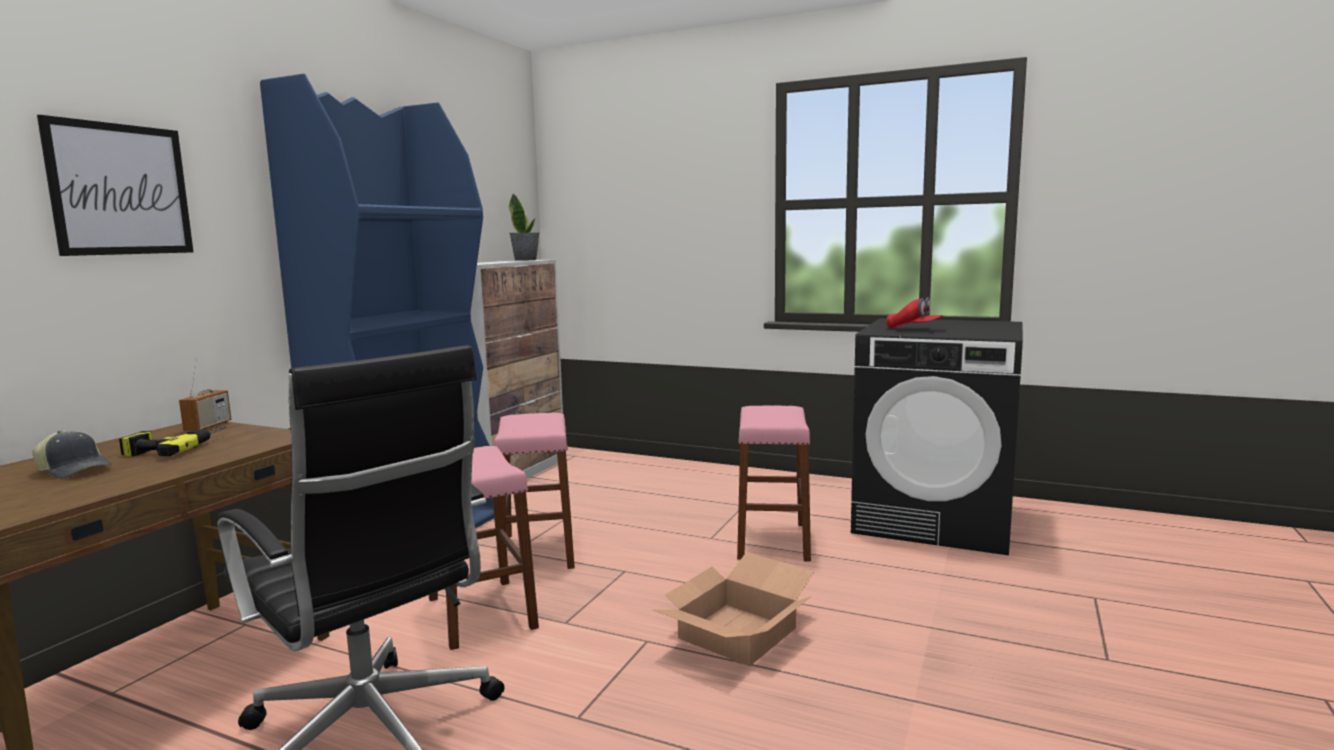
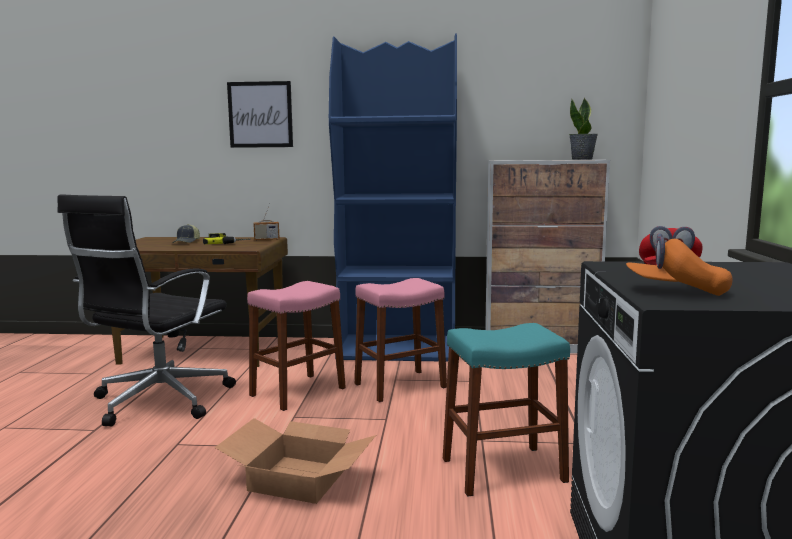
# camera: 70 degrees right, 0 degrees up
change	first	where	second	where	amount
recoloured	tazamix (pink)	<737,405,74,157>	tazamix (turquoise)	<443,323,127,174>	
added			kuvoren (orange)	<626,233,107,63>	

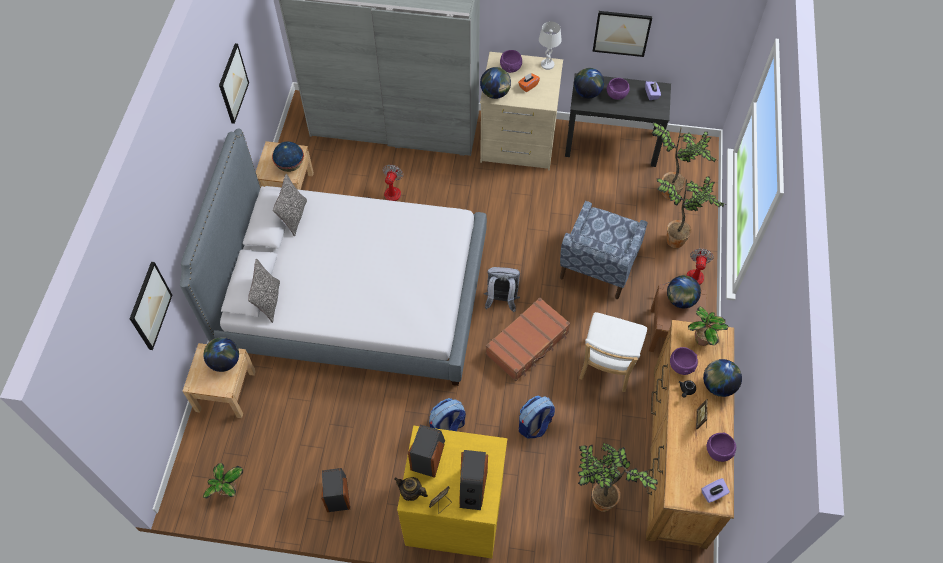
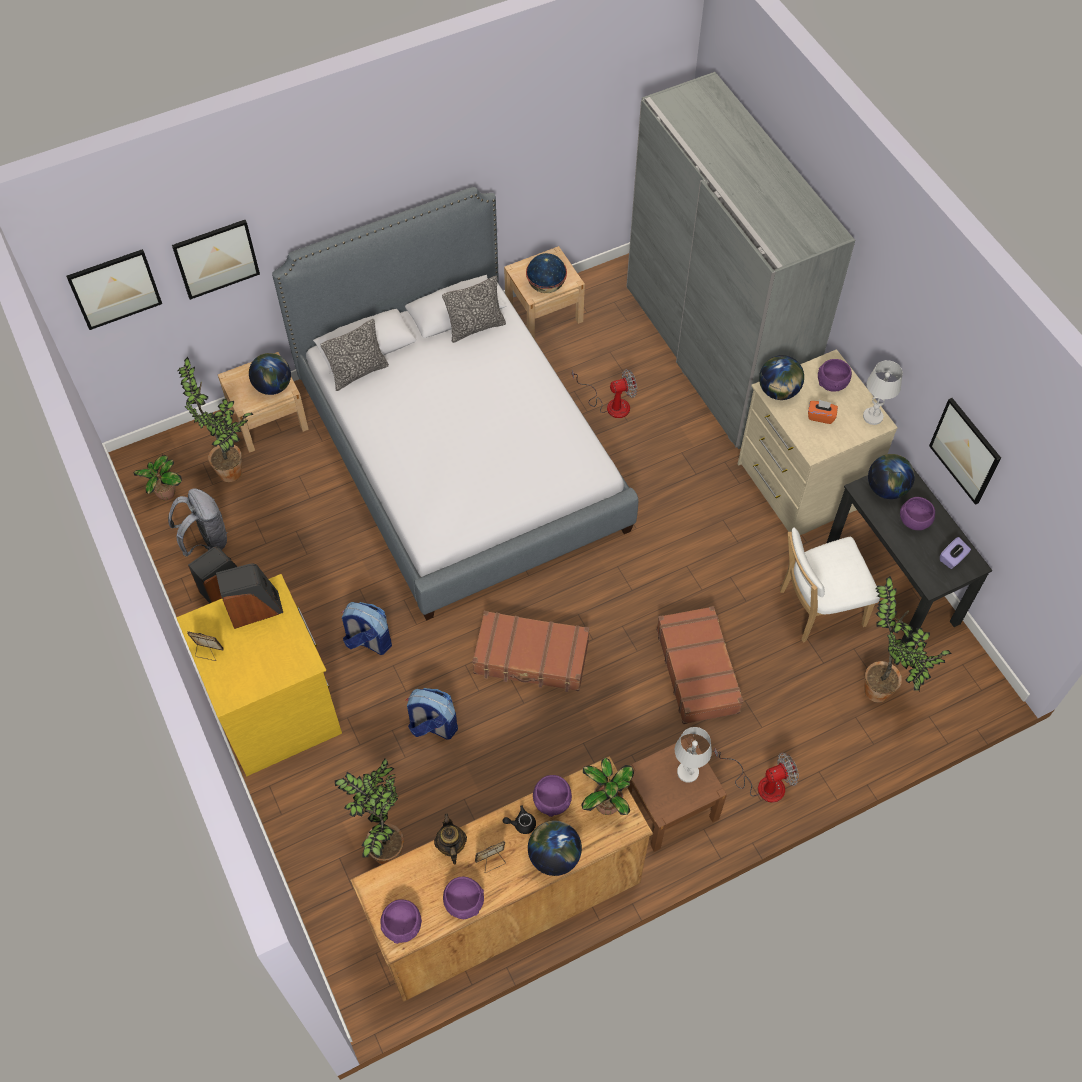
# camera: 55 degrees right, 0 degrees up
change	first	where	second	where	amount
moved	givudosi	<219,43,30,81>		<66,249,96,81>	
moved	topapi	<394,477,34,24>		<434,813,33,52>	
removed	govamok	<459,450,29,60>			
moved	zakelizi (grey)	<484,267,36,45>		<168,488,59,69>	
replaced	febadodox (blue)	<560,201,88,98>	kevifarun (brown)	<656,606,88,118>	
moved	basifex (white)	<579,312,68,80>		<780,528,100,114>	
moved	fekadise	<657,176,67,72>		<178,357,75,125>	
replaced	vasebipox	<667,275,34,33>	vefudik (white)	<675,727,37,56>	
replaced	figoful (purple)	<702,478,28,25>	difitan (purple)	<380,899,42,45>	

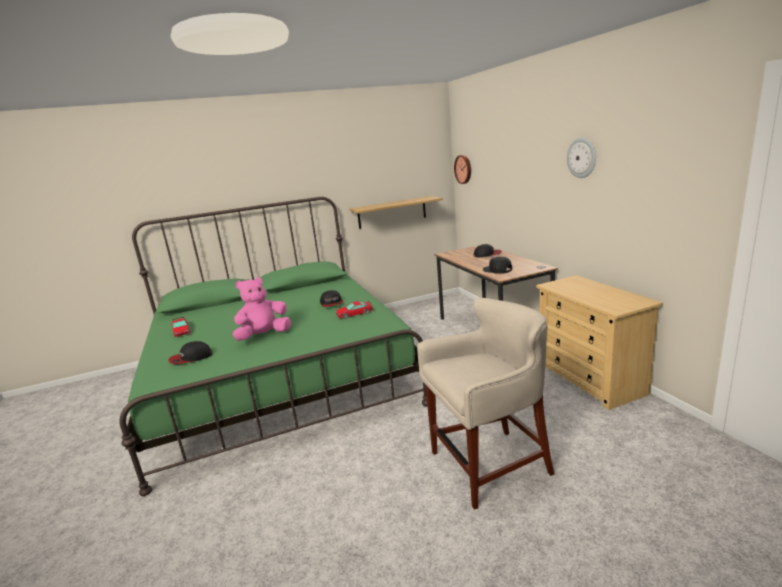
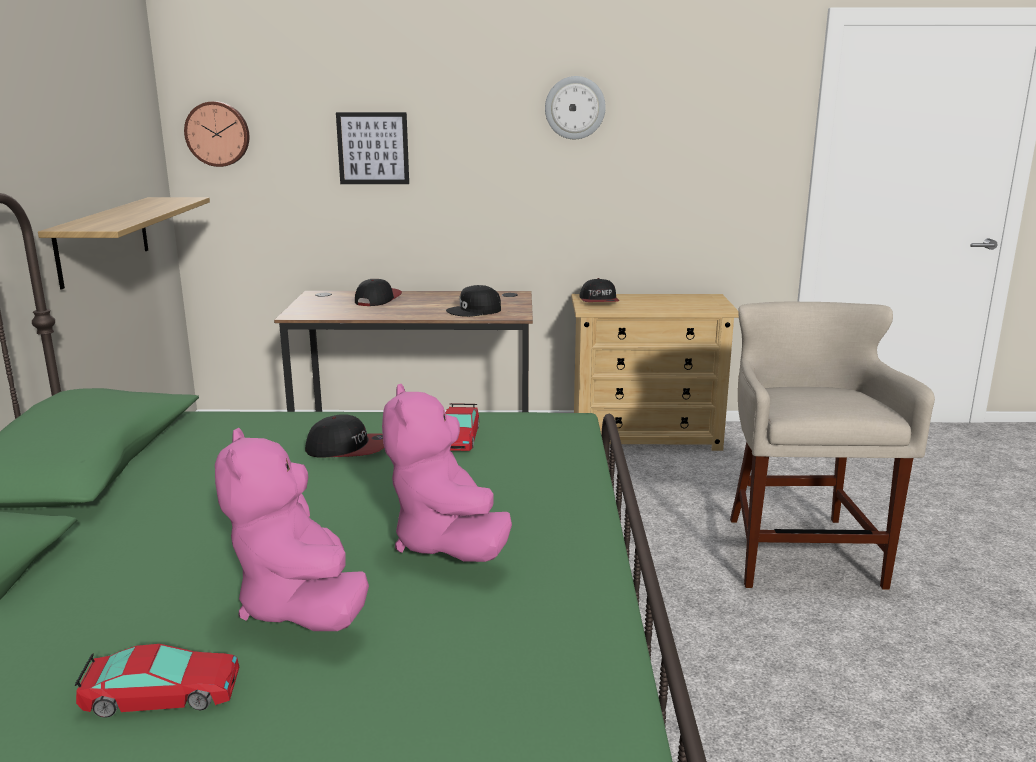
# camera: 70 degrees left, 0 degrees up
change	first	where	second	where	amount
moved	kuvoren	<168,341,45,23>		<579,278,40,24>	
added			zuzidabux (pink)	<215,428,154,203>	
added			givudosi	<336,112,73,72>	

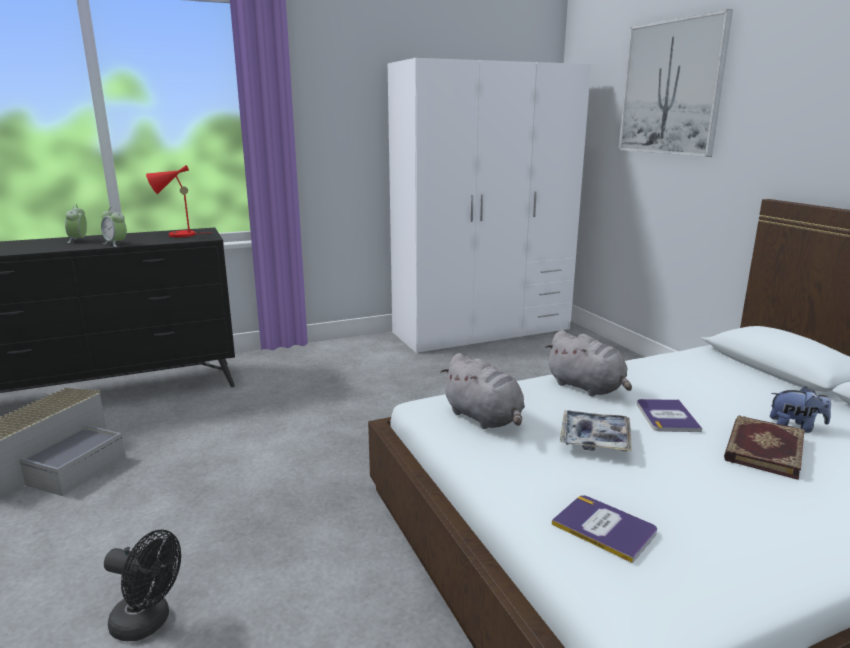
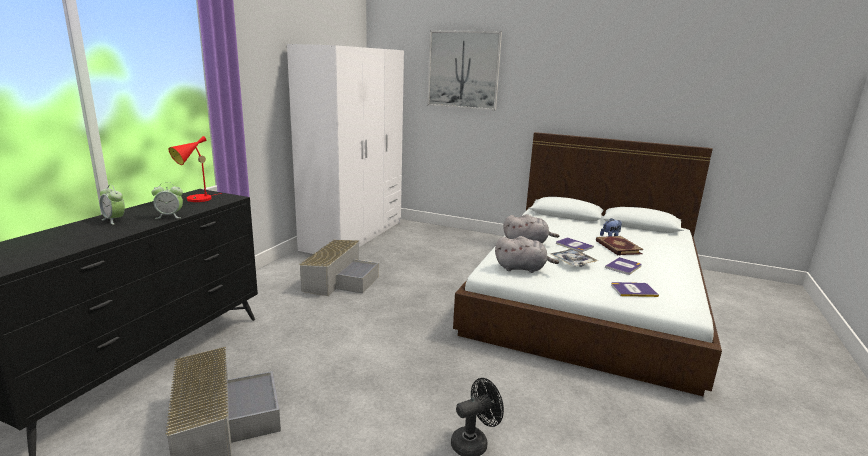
# camera: 45 degrees left, 0 degrees up
change	first	where	second	where	amount
added			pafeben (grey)	<299,240,80,56>	
added			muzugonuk	<605,257,37,18>	

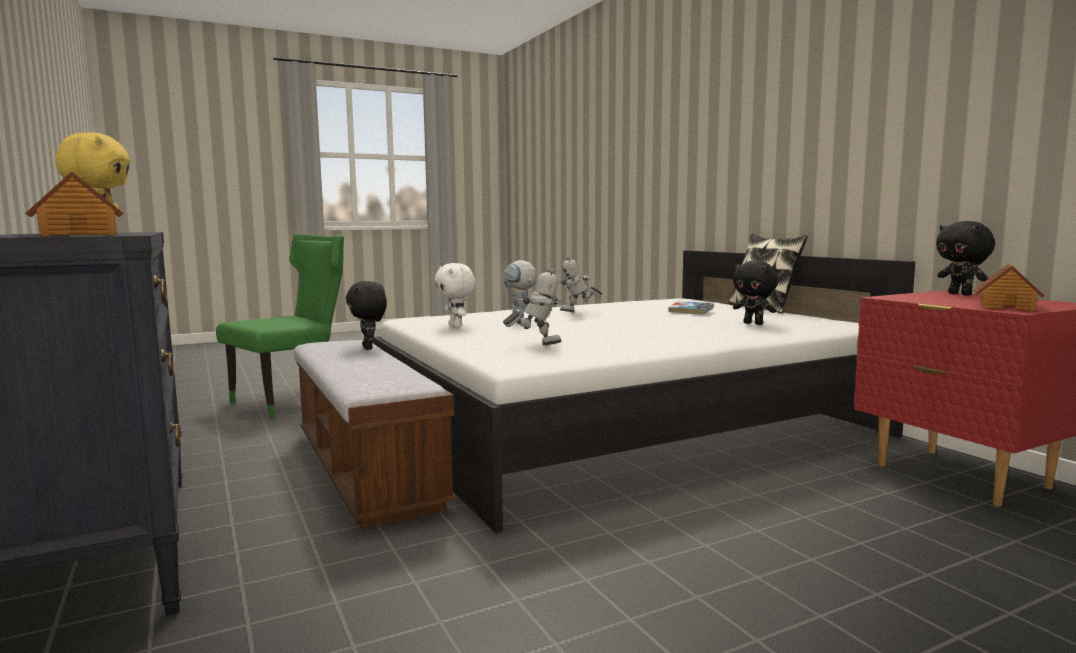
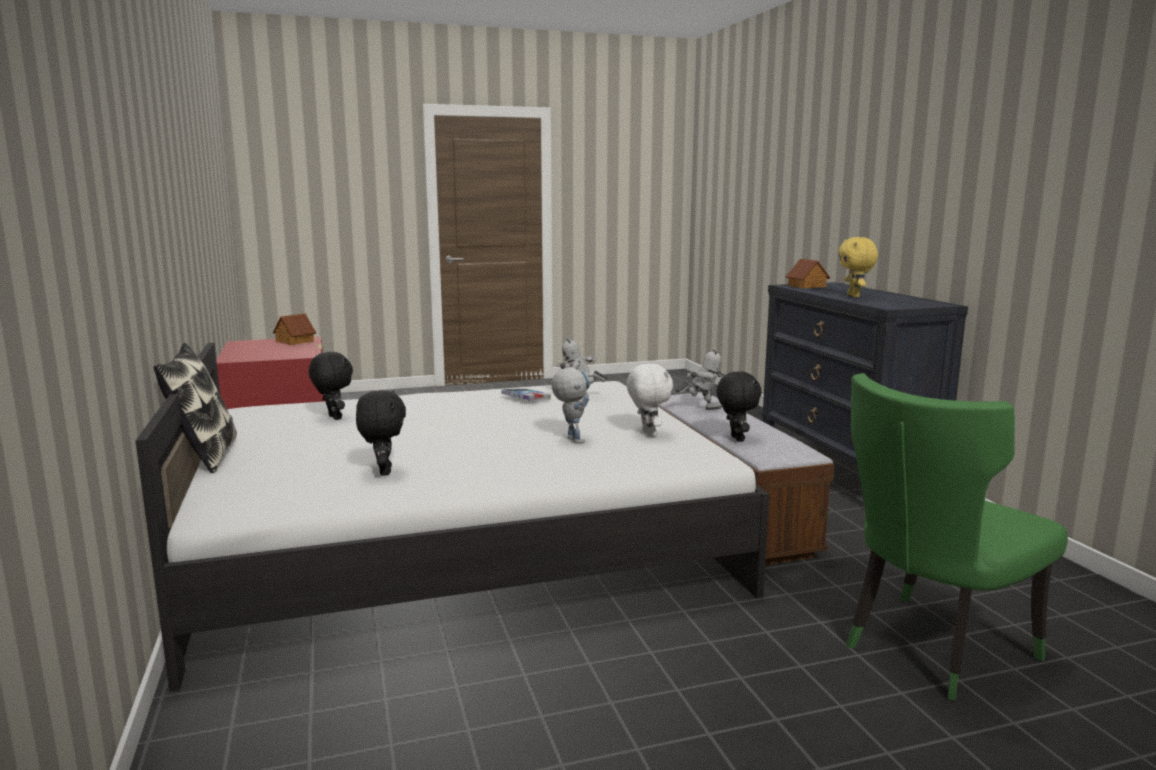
# camera: 170 degrees left, 5 degrees up
change	first	where	second	where	amount
moved	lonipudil	<558,257,44,55>		<675,348,50,62>	
moved	muzugonuk	<668,301,46,14>		<501,389,50,11>	
moved	zuzidabux (black)	<936,221,59,74>		<356,390,50,86>	

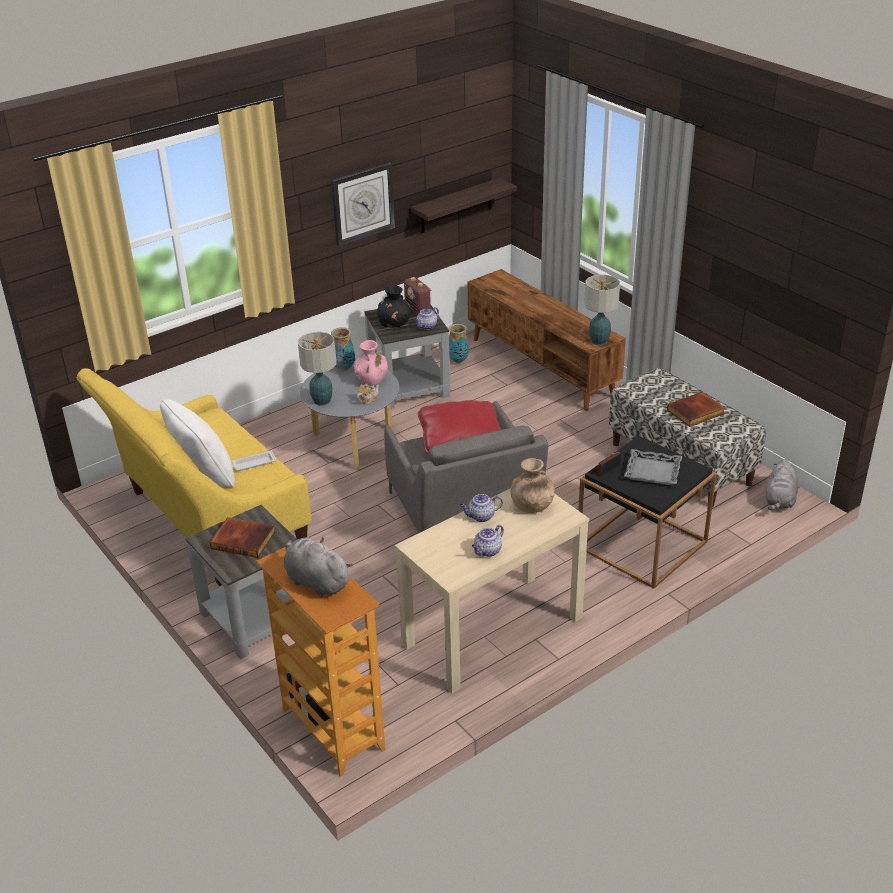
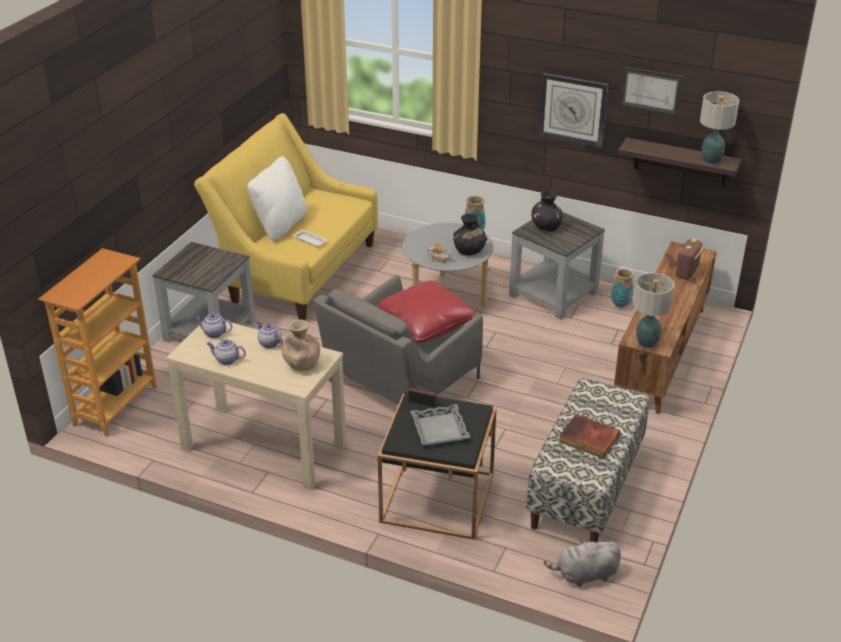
# camera: 60 degrees right, 0 degrees up
change	first	where	second	where	amount
removed	muzugonuk	<210,517,65,41>			
removed	zuzidabux (grey)	<283,537,70,60>			
moved	vefudik	<298,332,39,74>		<700,91,39,74>	
recoloured	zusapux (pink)	<354,340,34,46>	zusapux (black)	<453,214,34,42>	
moved	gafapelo	<404,277,28,38>		<675,239,28,41>	
moved	topapi	<414,307,25,23>		<195,313,37,25>	
added			givudosi	<619,67,64,50>	

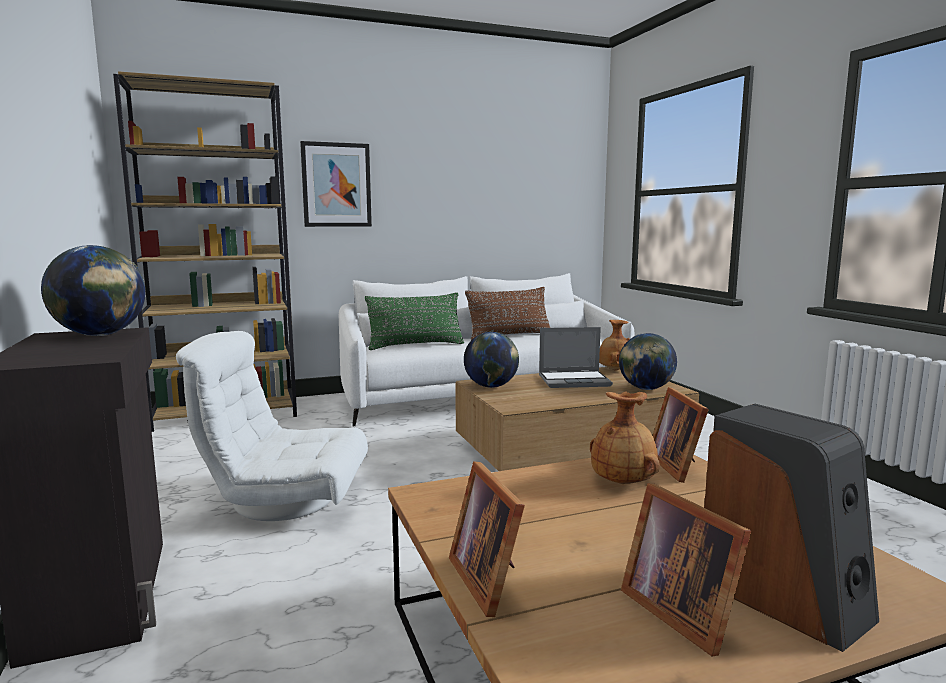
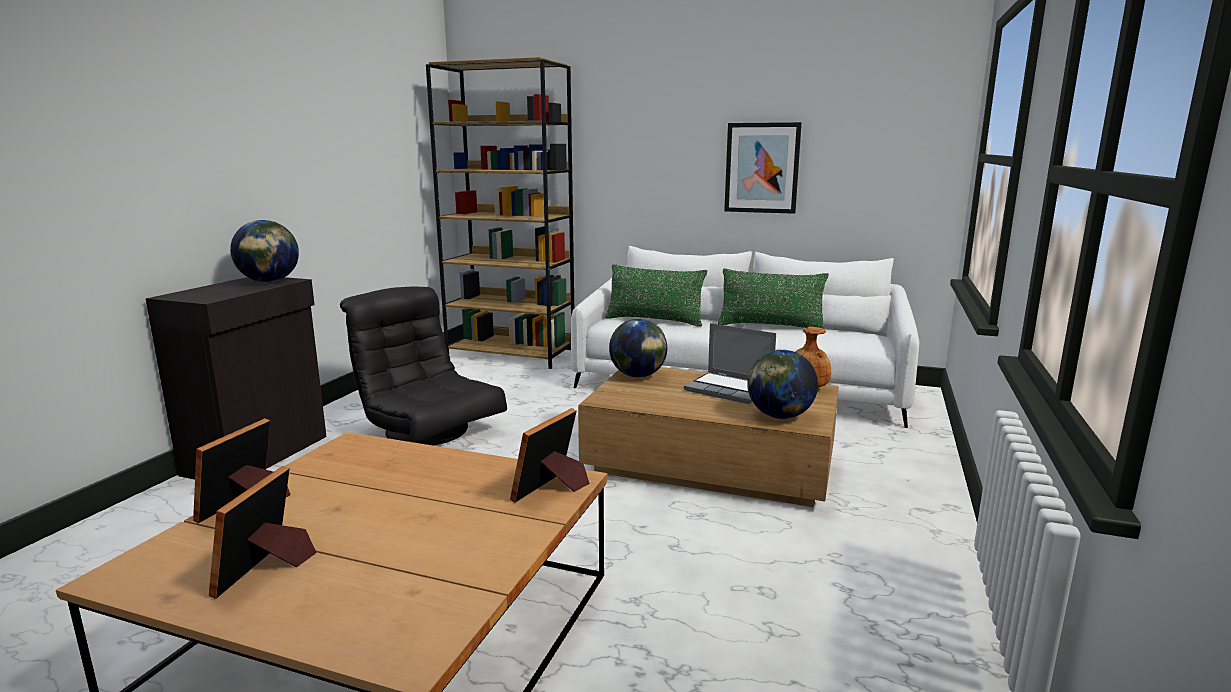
# camera: 40 degrees right, 5 degrees up
change	first	where	second	where	amount
recoloured	febadodox (white)	<176,331,192,190>	febadodox (black)	<340,287,167,158>	
moved	givudosi	<300,141,72,86>		<724,122,78,92>	
recoloured	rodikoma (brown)	<465,287,85,53>	rodikoma (green)	<718,268,111,62>	
removed	zusapux (brown)	<590,392,70,92>			
removed	govamok	<704,404,175,248>			

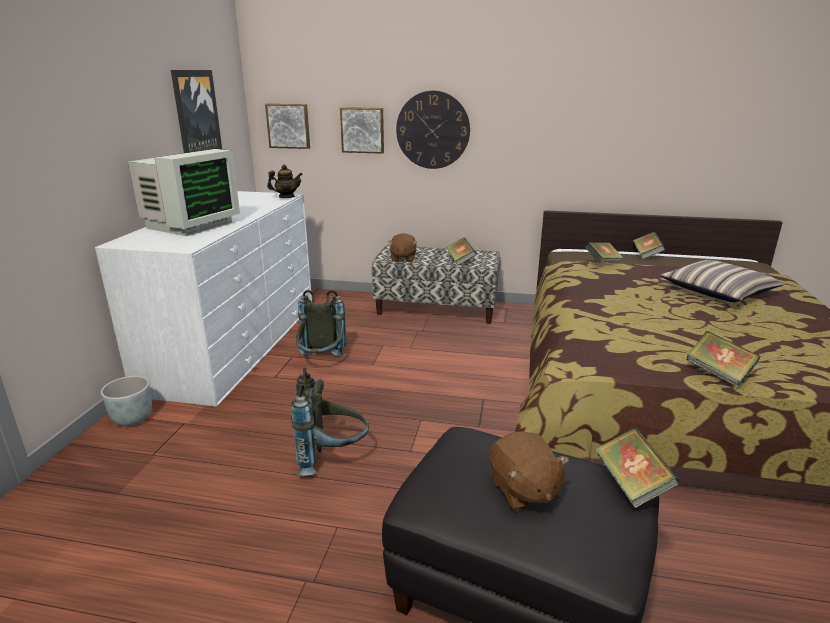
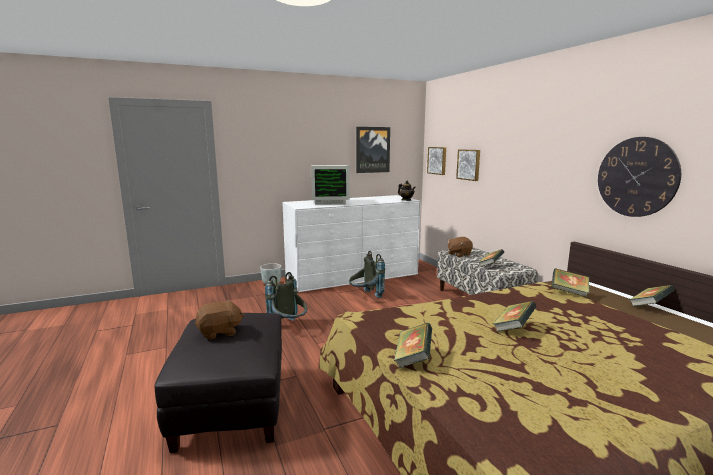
# camera: 55 degrees right, 10 degrees down
change	first	where	second	where	amount
moved	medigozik	<396,91,74,78>		<598,137,83,80>	
turned	zuzidabux (brown)	<489,431,80,80>		<195,300,49,40>	150 degrees counterclockwise
moved	muzugonuk	<595,427,85,81>		<493,301,43,31>	
removed	rodikoma	<660,260,124,42>			

